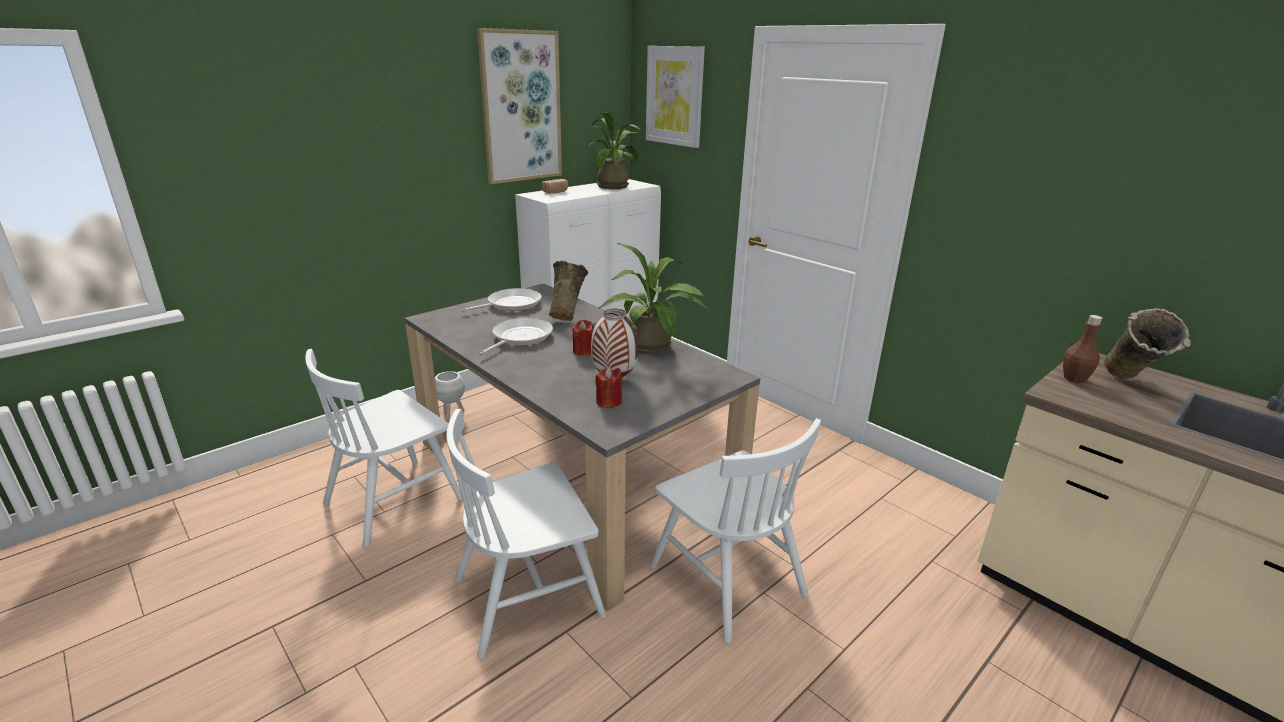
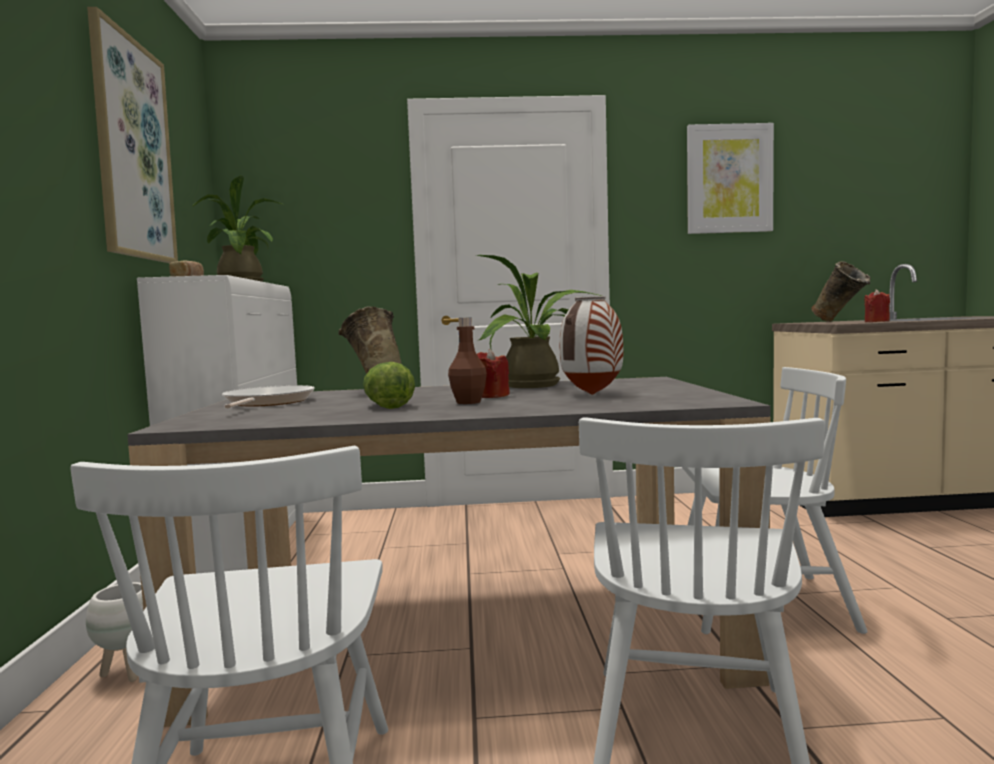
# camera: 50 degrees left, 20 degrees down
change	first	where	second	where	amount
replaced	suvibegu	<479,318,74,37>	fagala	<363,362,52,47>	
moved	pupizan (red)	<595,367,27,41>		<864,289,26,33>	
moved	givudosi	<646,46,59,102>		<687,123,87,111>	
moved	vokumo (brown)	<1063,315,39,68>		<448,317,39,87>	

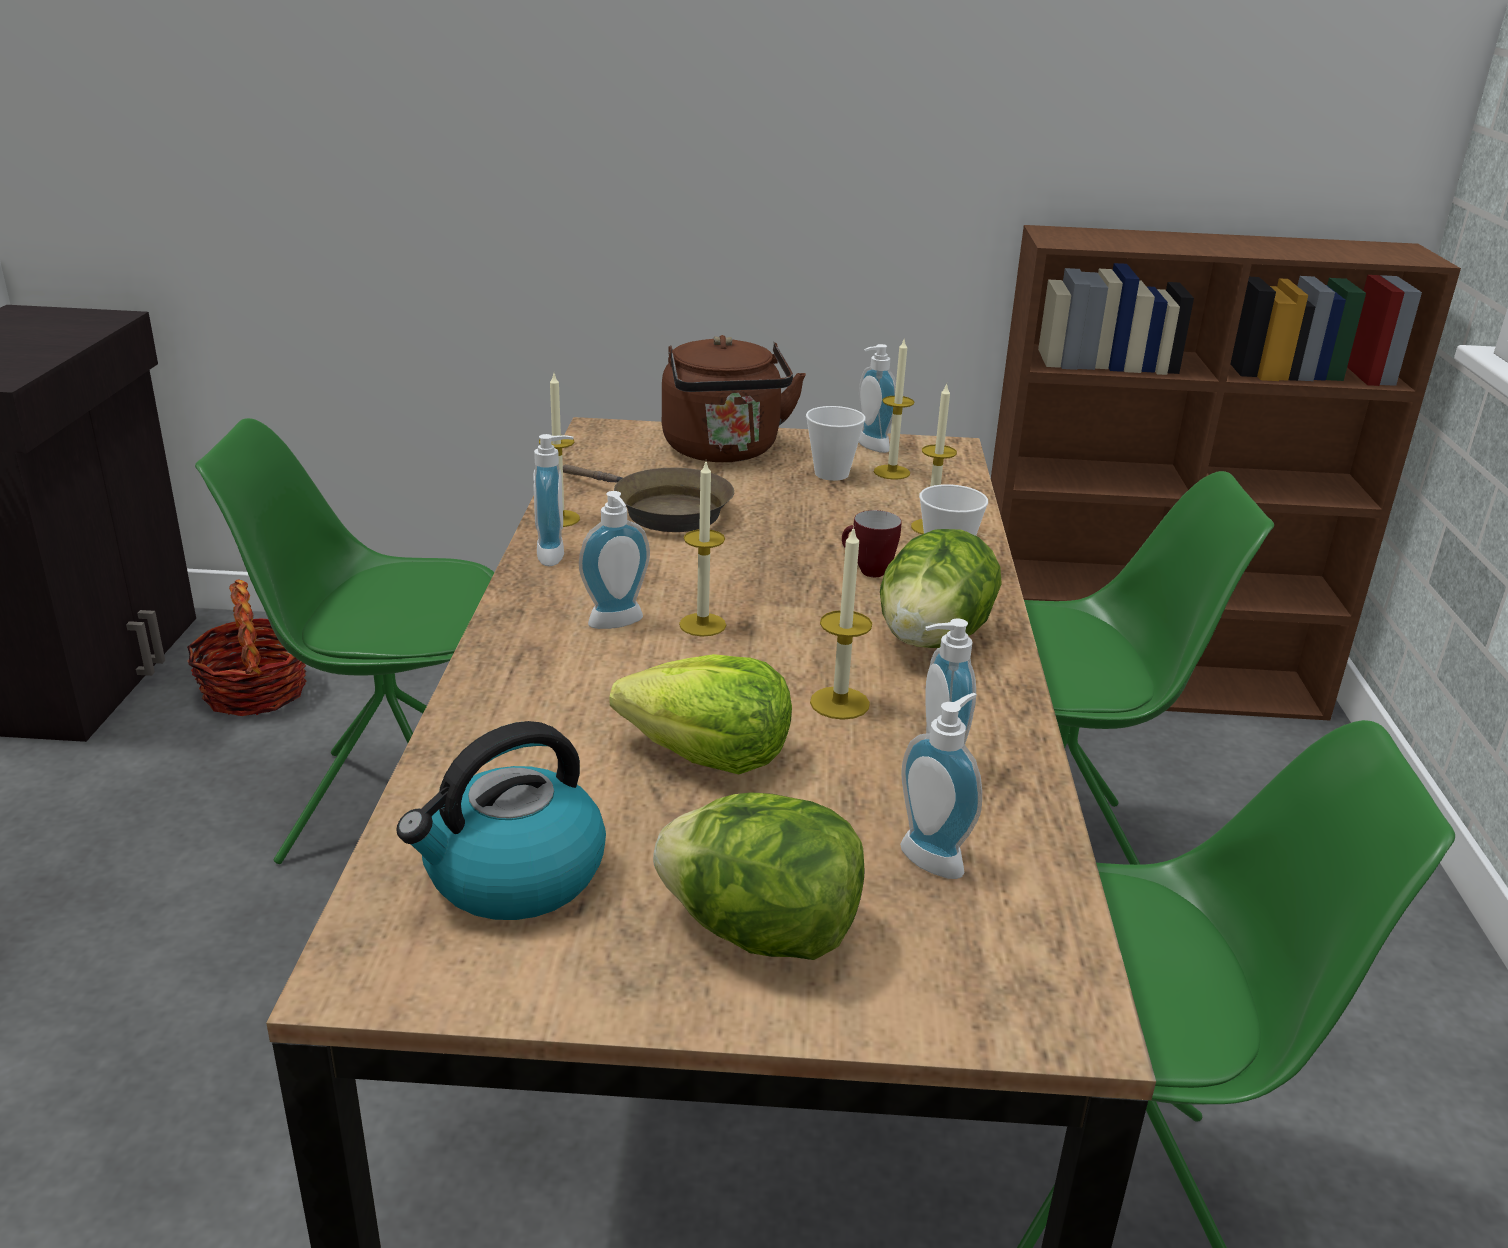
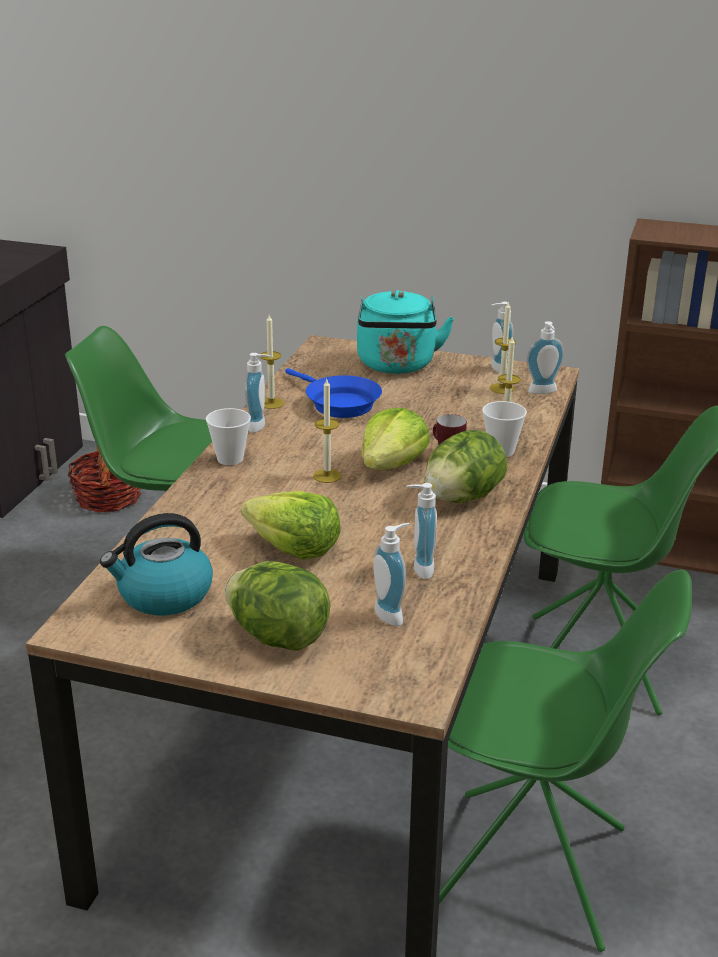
# camera: 15 degrees right, 0 degrees up
change	first	where	second	where	amount
recoloured	suvibegu (brown)	<563,464,171,68>	suvibegu (blue)	<285,368,97,50>	
moved	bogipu	<579,491,71,138>		<527,321,37,73>	
recoloured	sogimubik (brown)	<662,335,144,127>	sogimubik (turquoise)	<357,290,97,84>	
moved	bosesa	<806,406,60,75>		<206,408,45,57>	
removed	pupizan	<810,526,62,194>			
added			fagala	<361,408,69,62>	

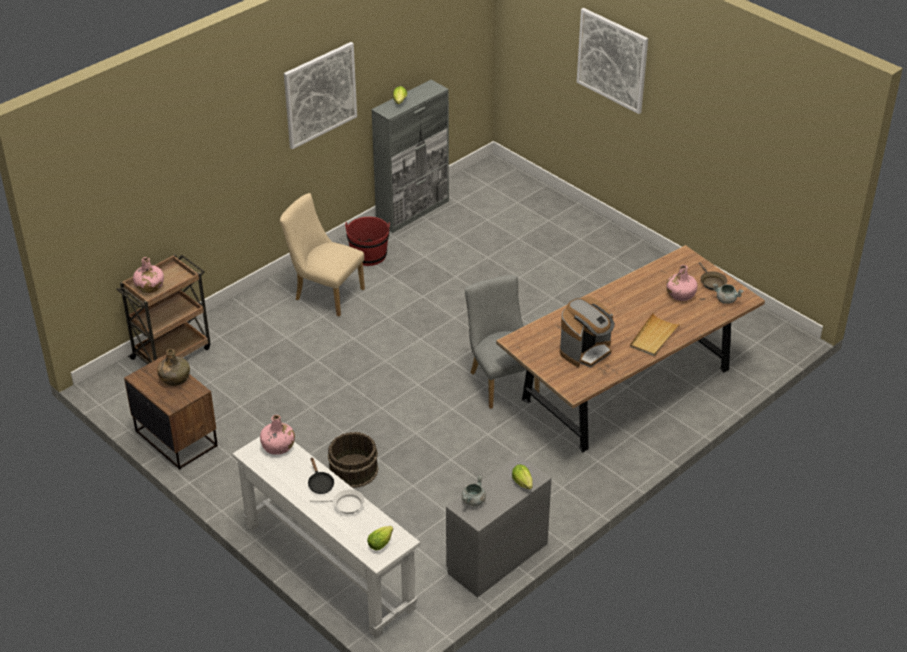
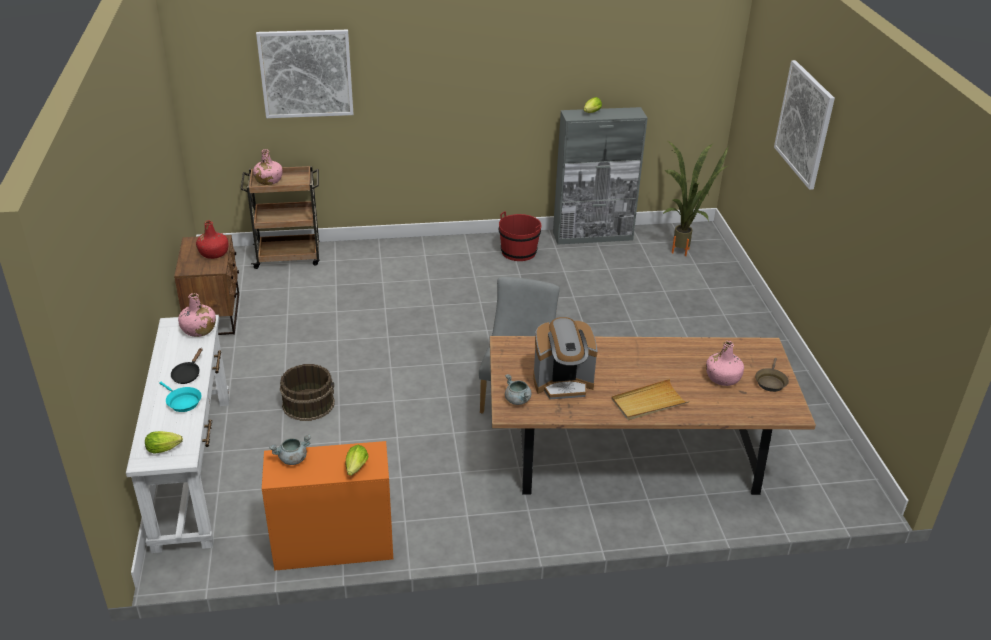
# camera: 35 degrees right, 5 degrees down
change	first	where	second	where	amount
recoloured	vokumo (green)	<157,349,33,37>	vokumo (red)	<196,220,33,39>	
removed	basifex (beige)	<280,193,85,124>			
moved	givudosi	<284,42,73,107>		<256,30,98,88>	
recoloured	suvibegu (white)	<310,489,54,25>	suvibegu (turquoise)	<159,382,42,30>	
recoloured	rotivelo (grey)	<446,455,106,143>	rotivelo (orange)	<262,441,131,130>	
moved	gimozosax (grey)	<713,284,31,20>		<505,374,26,31>	
added			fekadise	<663,141,66,115>	

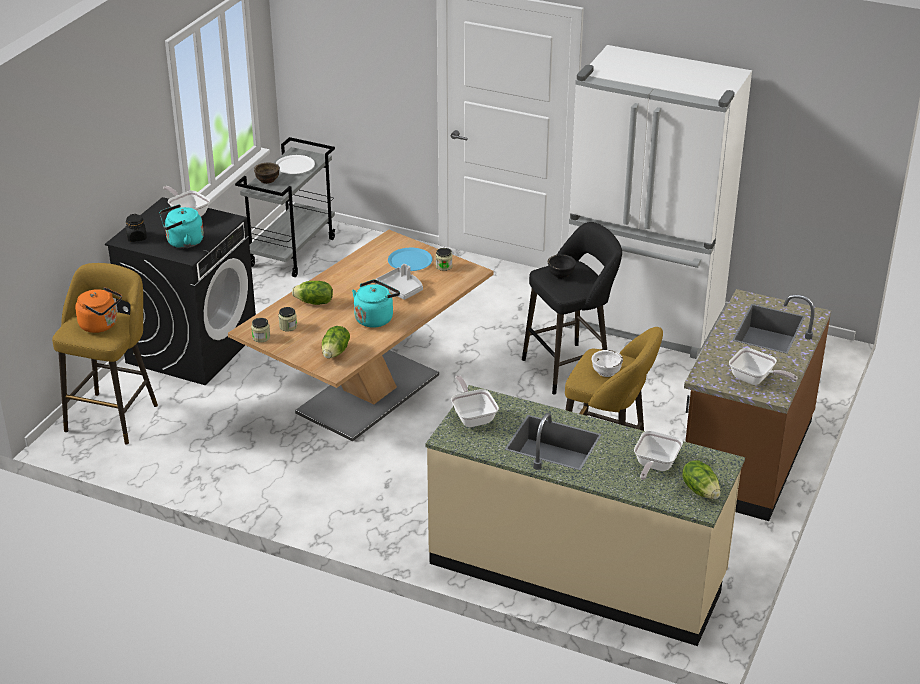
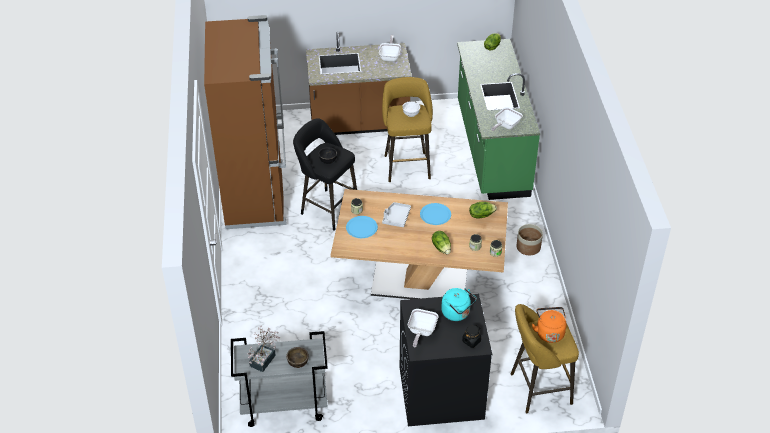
# camera: 120 degrees left, 10 degrees up
change	first	where	second	where	amount
replaced	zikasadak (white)	<275,155,40,19>	fekadise	<248,325,32,47>	
replaced	sogimubik (turquoise)	<352,280,48,48>	zikasadak (blue)	<420,203,31,22>	
recoloured	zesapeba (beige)	<425,385,320,261>	zesapeba (green)	<457,39,83,161>	
recoloured	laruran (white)	<565,45,187,314>	laruran (brown)	<204,15,83,214>	
removed	suvibegu	<634,431,49,49>			
added			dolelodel	<516,224,27,31>	

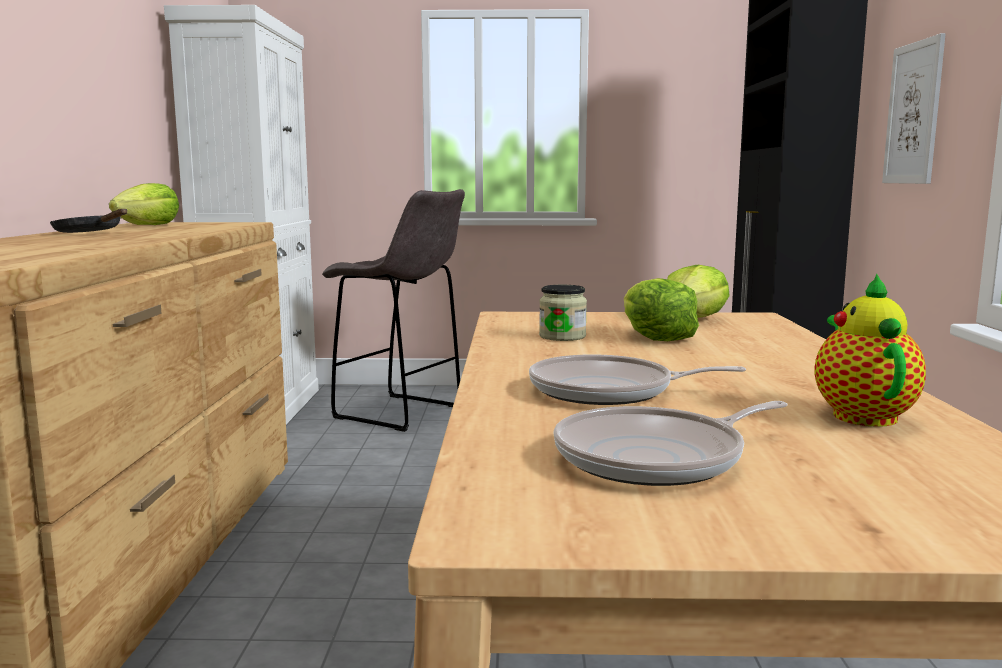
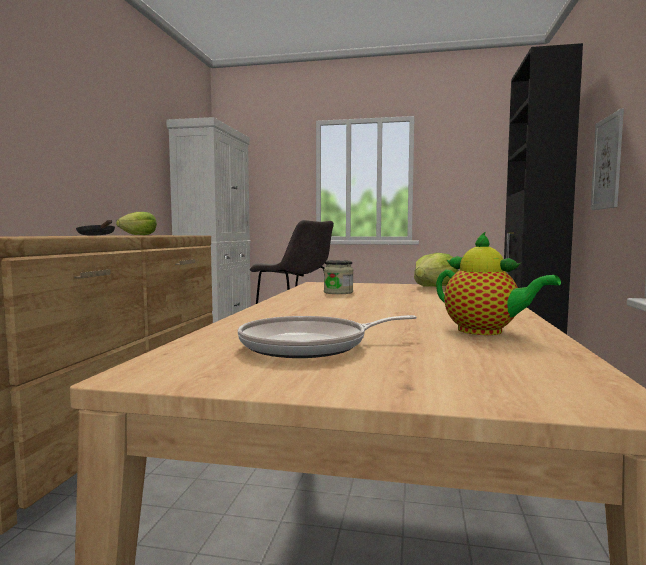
# camera: 10 degrees right, 5 degrees down
change	first	where	second	where	amount
removed	suvibegu	<529,355,217,50>			
removed	fagala	<624,278,75,63>			
turned	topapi	<814,274,112,153>		<436,231,125,104>	120 degrees clockwise

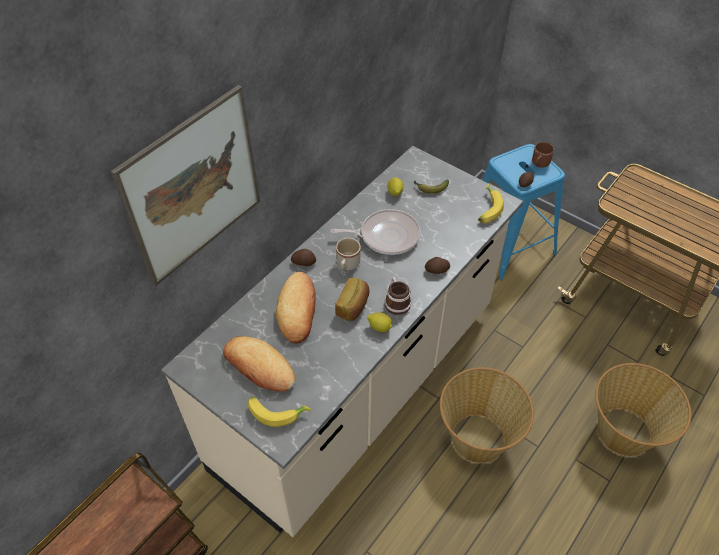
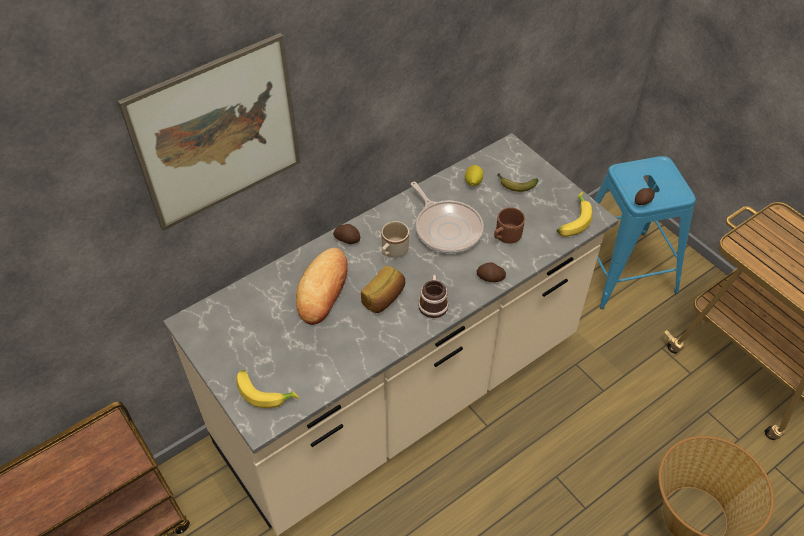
# camera: 15 degrees right, 0 degrees up
change	first	where	second	where	amount
removed	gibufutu	<223,336,72,55>			
turned	suvibegu	<331,209,89,46>		<411,182,73,71>	45 degrees clockwise
removed	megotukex	<368,312,24,20>			
removed	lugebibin	<440,367,94,96>			
moved	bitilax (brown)	<532,142,22,26>		<494,207,31,37>	

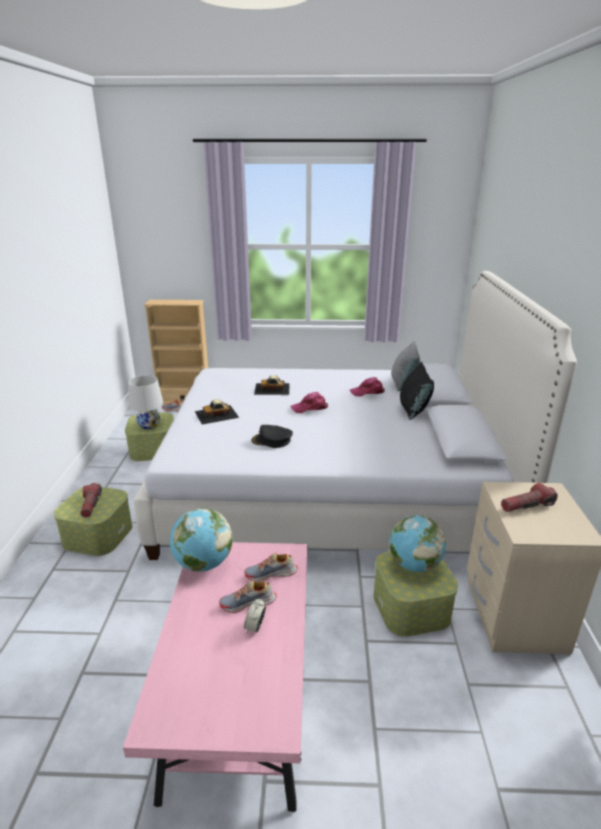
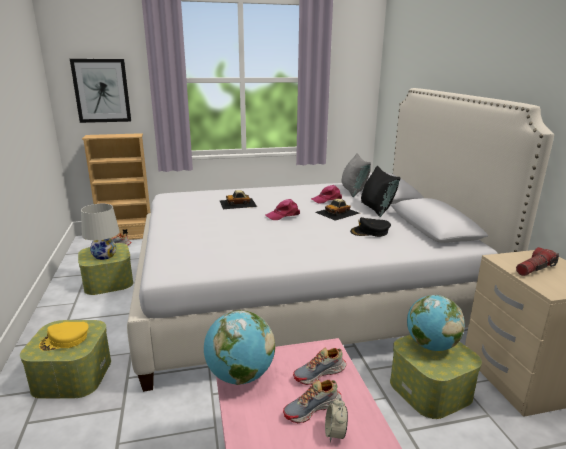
# camera: 15 degrees left, 5 degrees down
change	first	where	second	where	amount
replaced	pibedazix	<80,483,22,35>	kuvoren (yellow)	<39,322,50,29>	
moved	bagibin	<195,399,44,25>		<315,199,44,22>	
moved	kuvoren (black)	<251,425,42,23>		<350,217,41,20>	
added			givudosi	<70,59,61,64>	

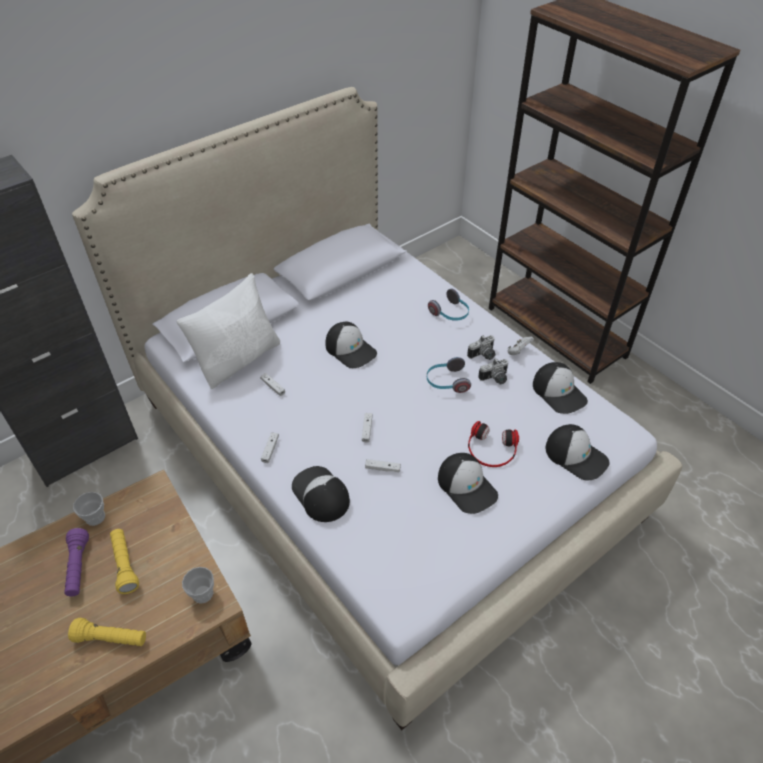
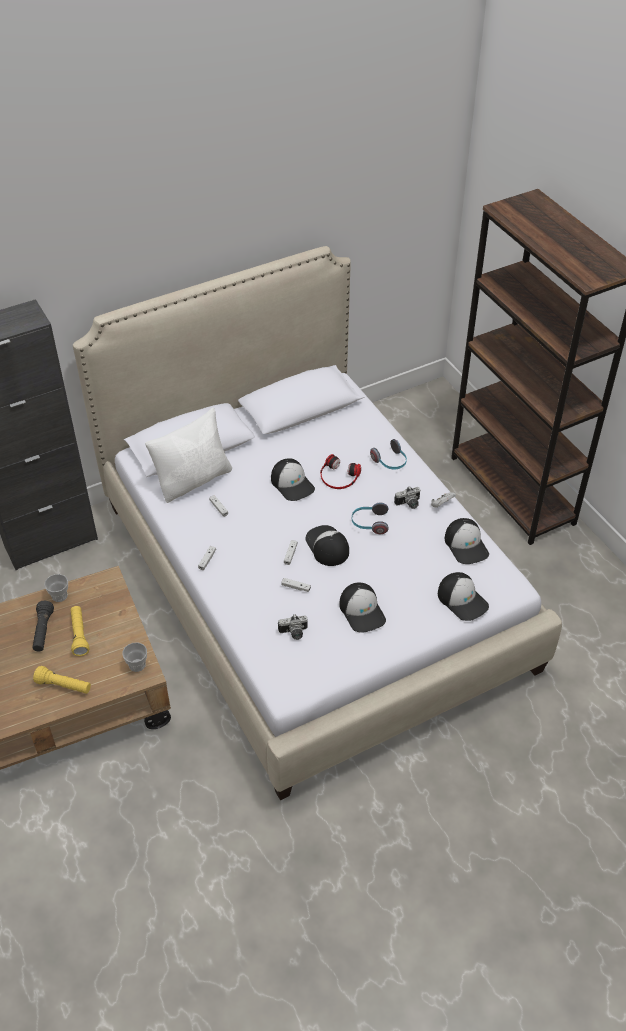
# camera: 10 degrees right, 0 degrees up
change	first	where	second	where	amount
recoloured	pibedazix (purple)	<64,528,25,68>	pibedazix (black)	<32,601,22,51>	
moved	kuvoren	<292,466,58,56>		<305,525,44,41>	
moved	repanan	<468,421,51,46>		<320,454,41,35>	
moved	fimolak	<478,358,31,26>		<278,614,30,26>	

